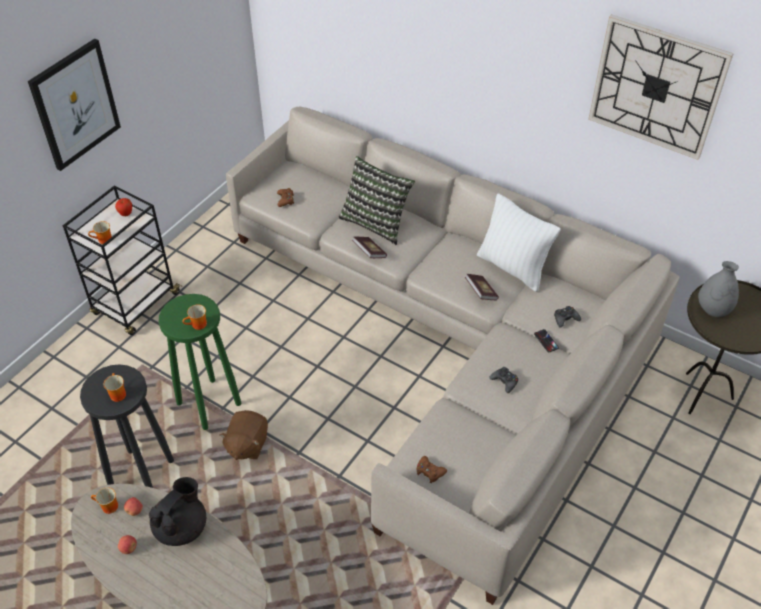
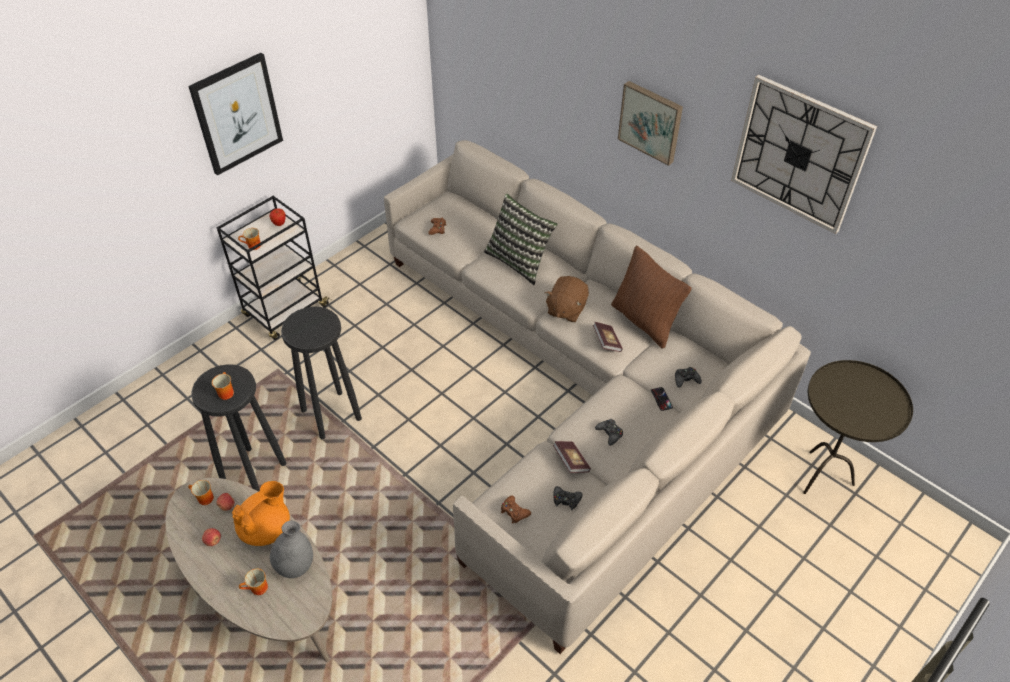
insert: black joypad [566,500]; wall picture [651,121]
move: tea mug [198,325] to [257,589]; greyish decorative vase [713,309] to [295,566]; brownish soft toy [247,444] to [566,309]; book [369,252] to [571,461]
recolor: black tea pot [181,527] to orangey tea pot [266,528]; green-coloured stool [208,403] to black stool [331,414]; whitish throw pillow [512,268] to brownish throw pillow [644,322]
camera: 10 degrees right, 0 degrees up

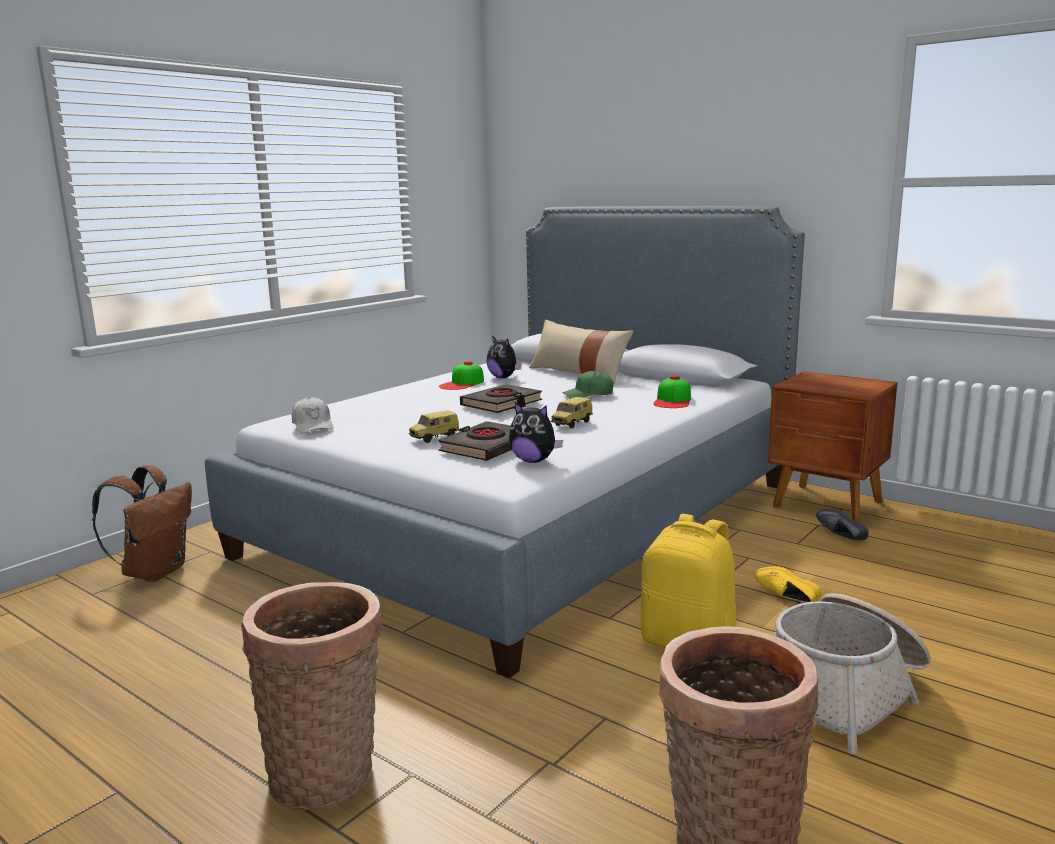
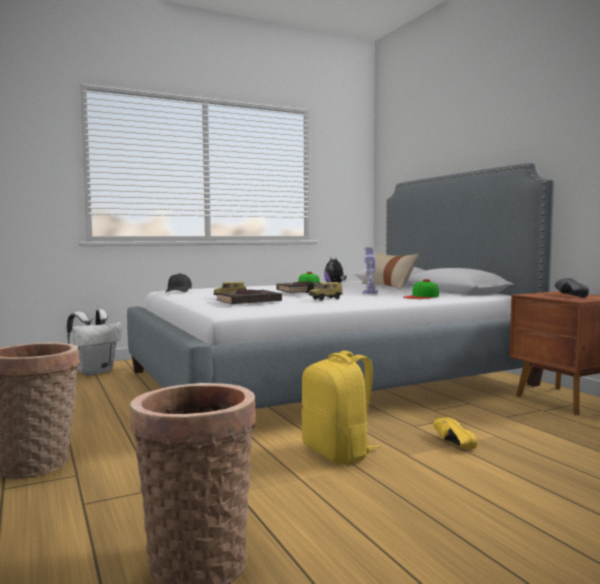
delete: soft toy [534,461]; household basket [842,692]
move: black shoe [837,535] to [567,296]
replace: green-coloured peaked cap [588,395] to toy robot [370,292]
recolor: brownish knapsack [155,571] to whitish knapsack [94,372]; whitish peaked cap [313,426] to black peaked cap [179,291]
camera: 25 degrees right, 10 degrees down

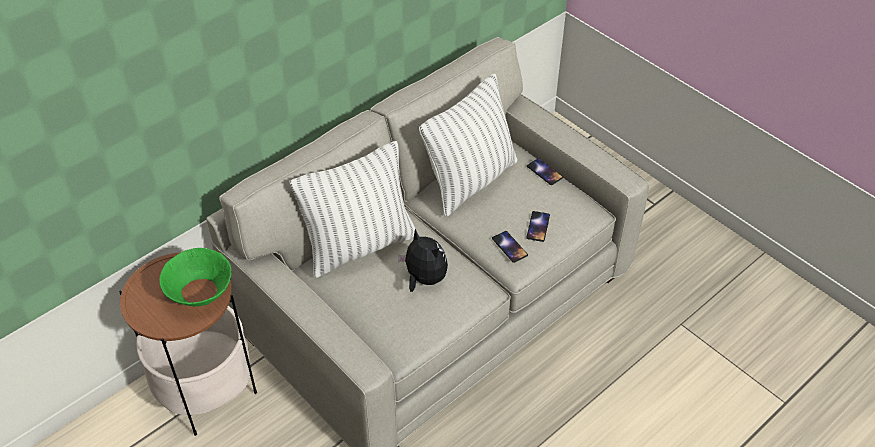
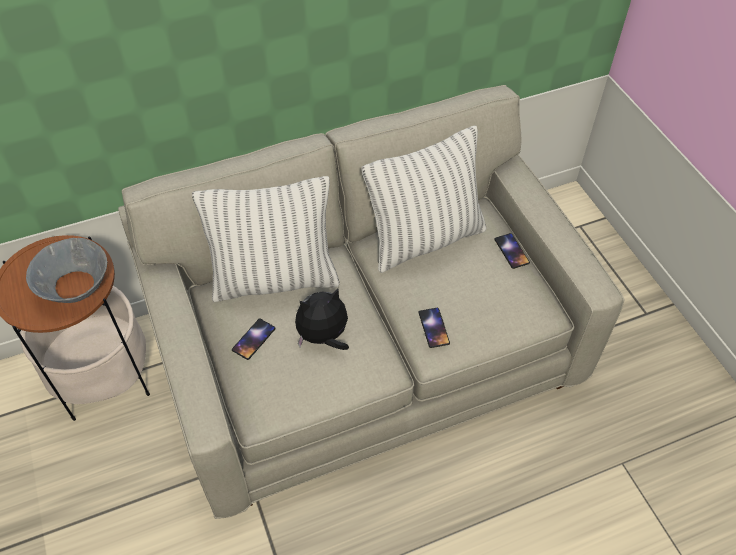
move: handset [538,226] to [254,339]
recolor: green-coloured bowl [200,293] to greyish bowl [75,287]
rotate: soft toy [424,279] = [324,337] 90 degrees counterclockwise
camera: 20 degrees right, 5 degrees up

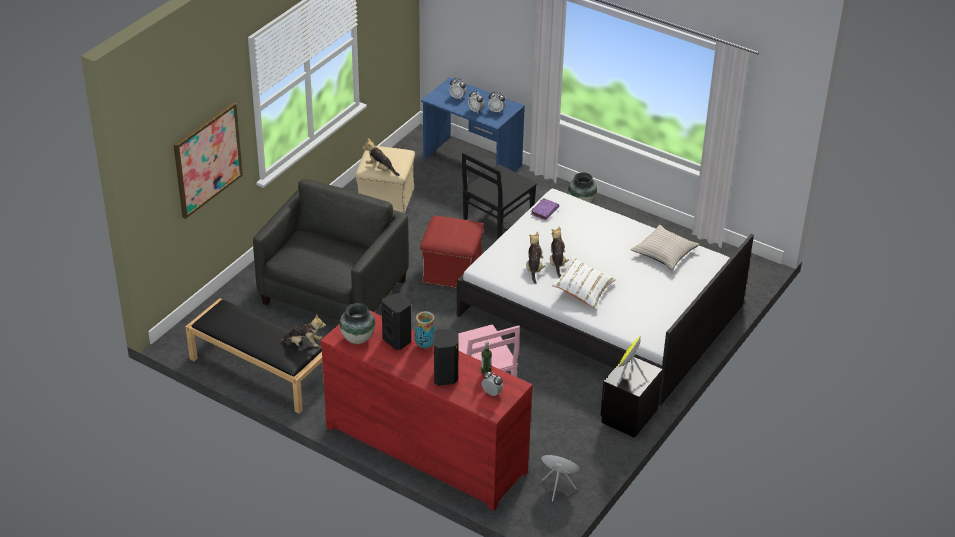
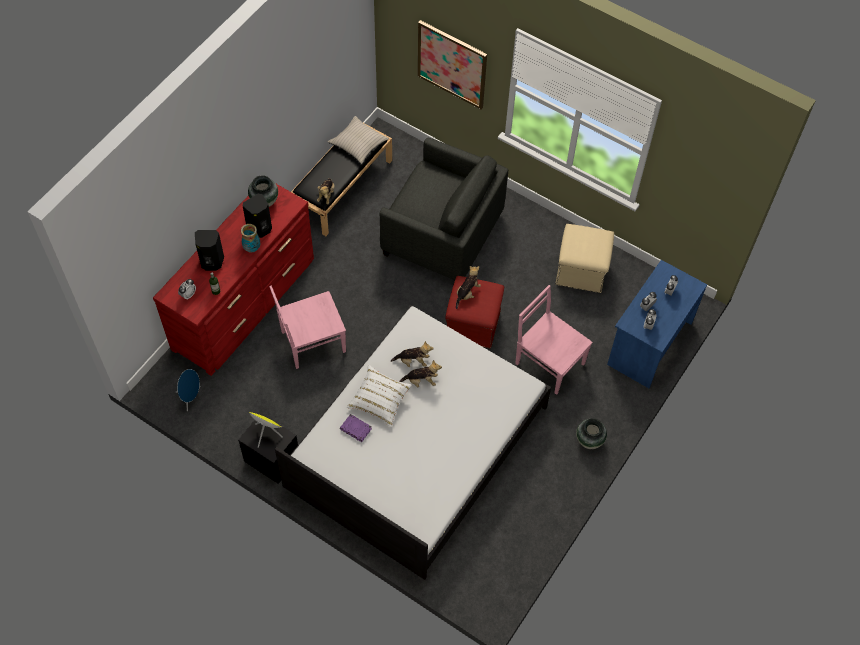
move: beige throw pillow [664,253] to [358,144]; purple book [544,211] to [356,429]; soft toy [381,169] to [467,293]
recolor: black chair [497,223] to pinkish chair [548,362]
camera: 90 degrees right, 20 degrees up

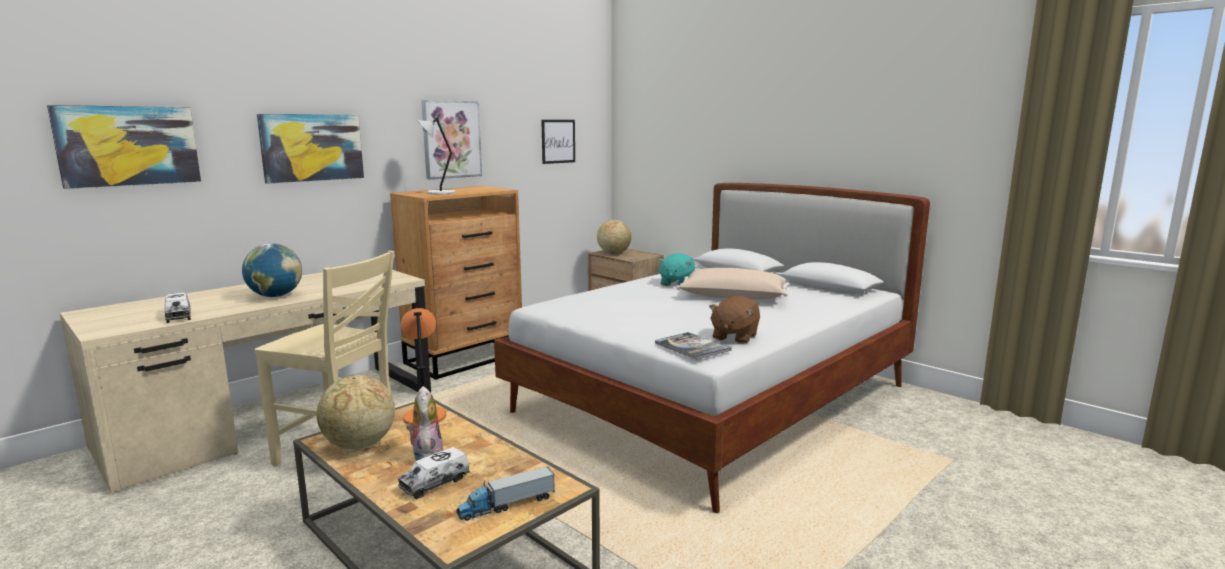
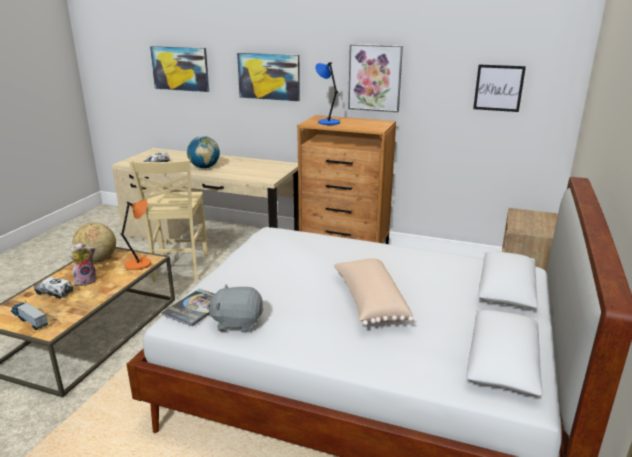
delete: world globe [613,253]; turquoise-coloured soft toy [676,283]
recolor: brownish soft toy [734,337] to greyish soft toy [237,322]; greyish tabletop lamp [439,193] to blue tabletop lamp [328,122]
camera: 65 degrees right, 10 degrees up

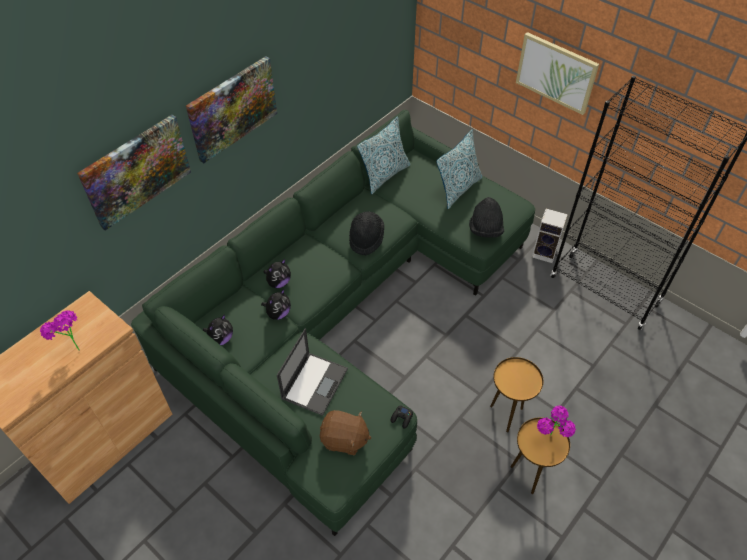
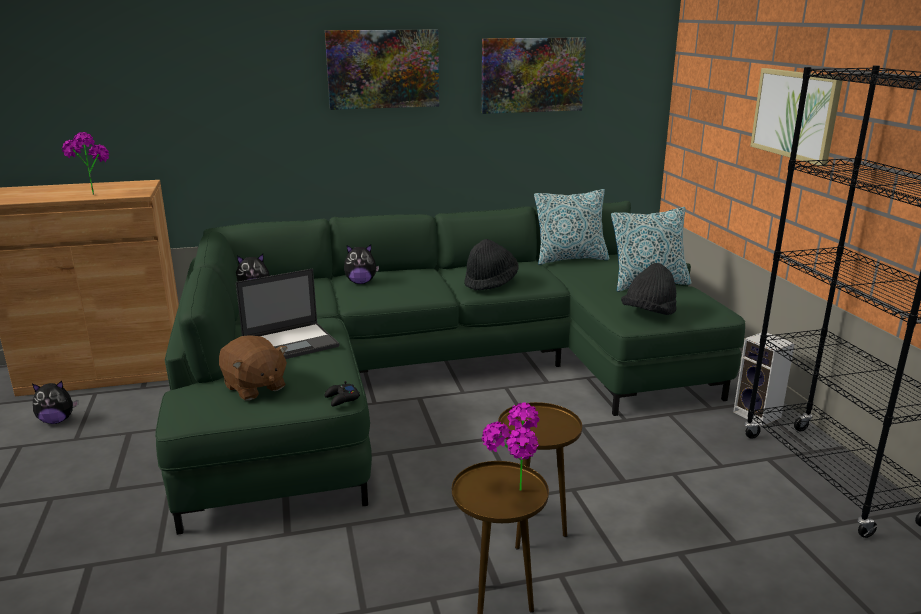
move: soft toy [278,313] to [57,420]; wall picture [136,171] to [532,75]
camera: 35 degrees right, 30 degrees down

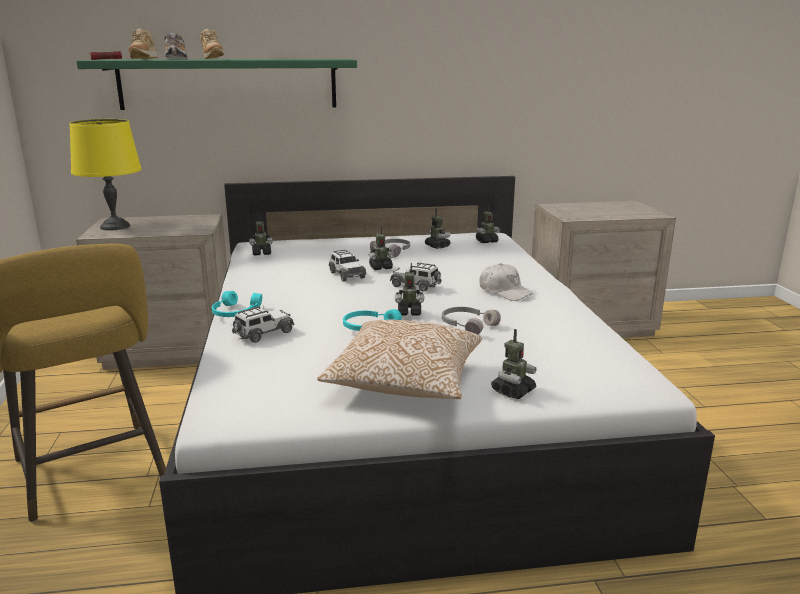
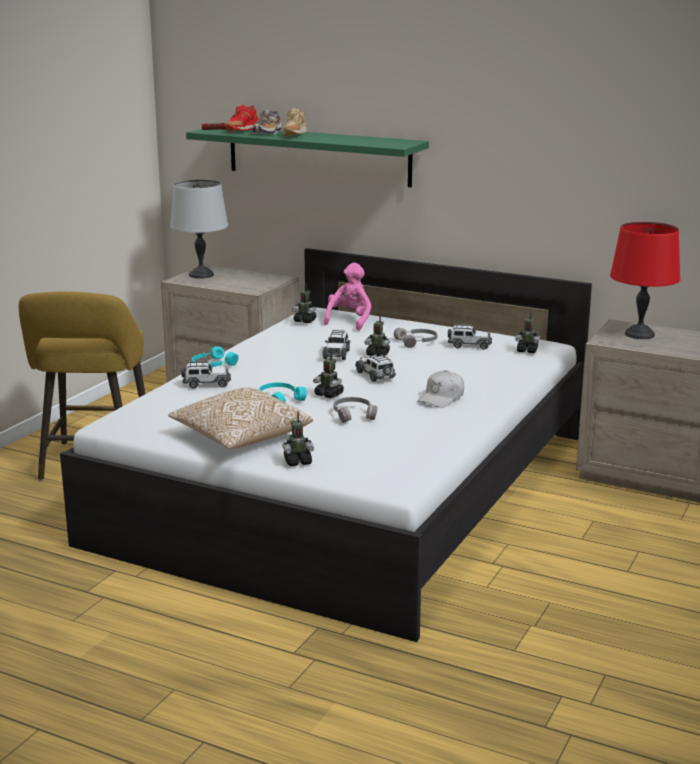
insert: pinkish soft toy [349,321]; red-coloured tabletop lamp [639,334]
replace: toy robot [437,246] to toy car [469,345]
recolor: yellow tabletop lamp [116,226] to greyish tabletop lamp [202,275]; beige shoe [143,59] to red-coloured shoe [241,132]
rotate: whitish peaked cap [505,291] = [441,398] 45 degrees clockwise
camera: 35 degrees right, 0 degrees up

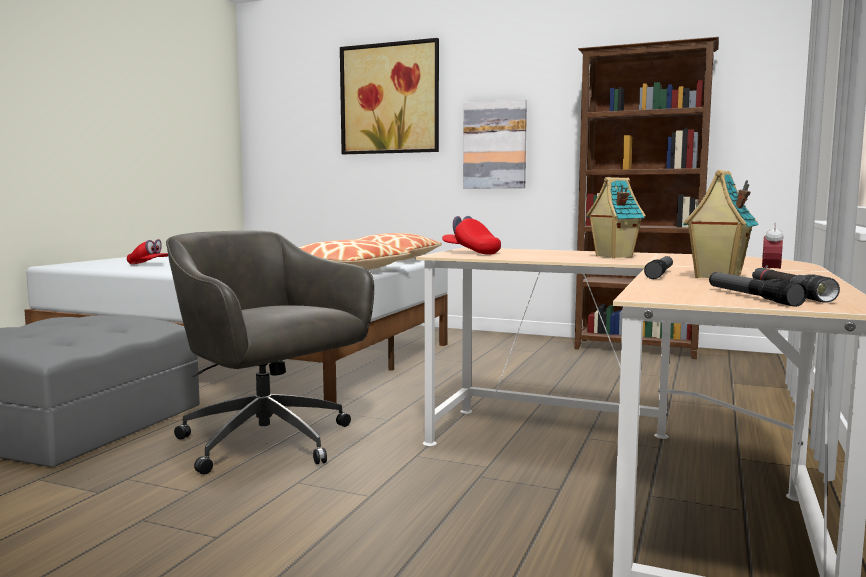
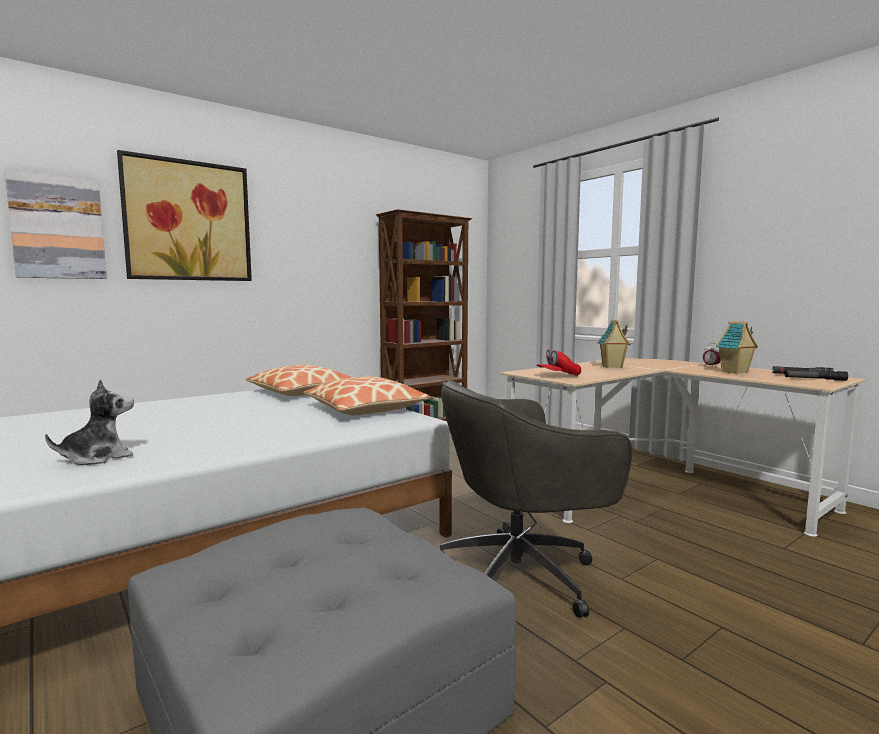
delete: torch [660,274]
move: wall picture [495,145] to [58,228]
replace: red-coloured peaked cap [148,264] to soft toy [98,458]
camera: 60 degrees left, 0 degrees up

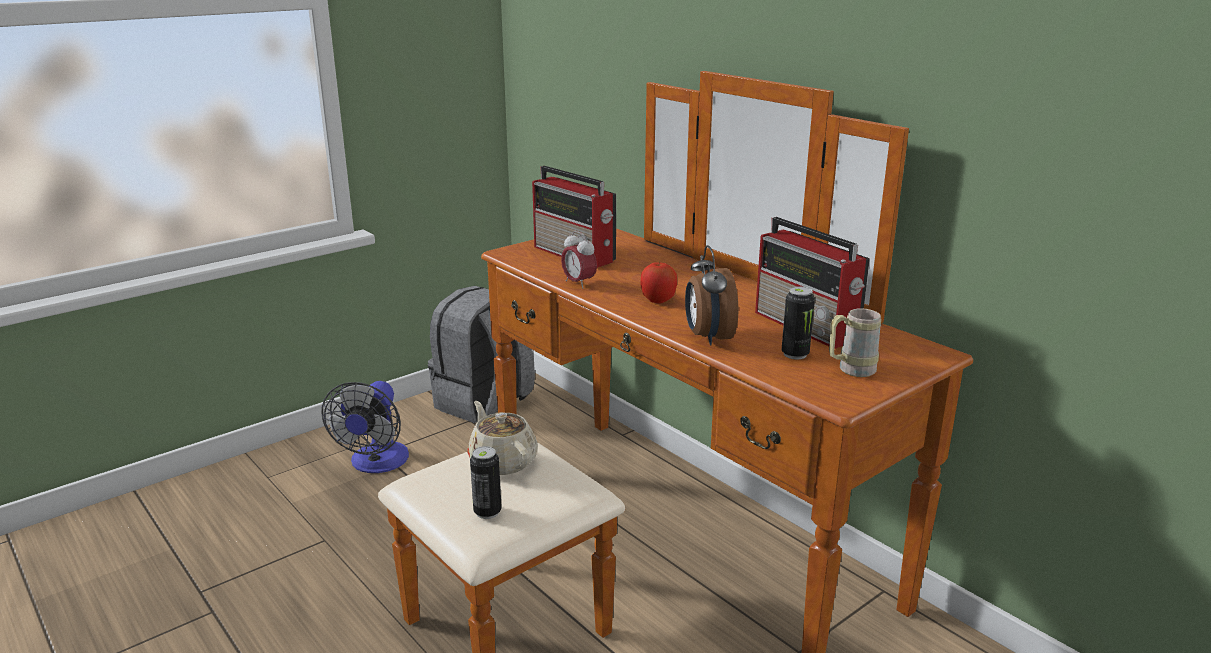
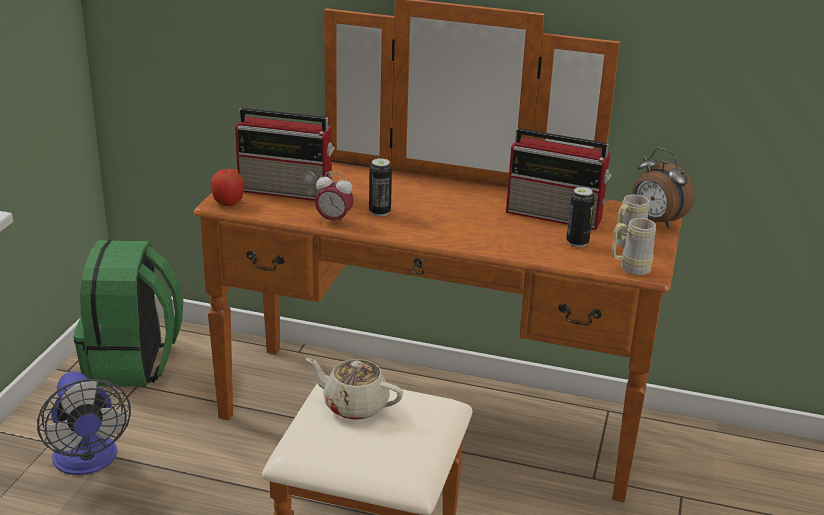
insert: beige tea mug [629,269]
move: apple fruit [658,300] to [228,202]; can [487,512] to [379,212]; alarm clock [708,337] to [656,221]
recolor: greyish knapsack [484,403] to green-coloured knapsack [133,363]
camera: 35 degrees left, 5 degrees up

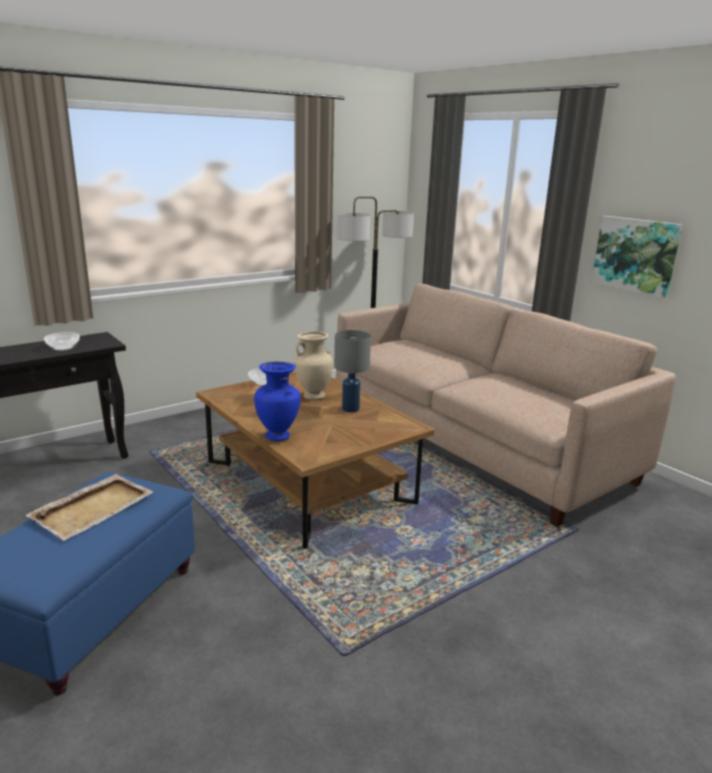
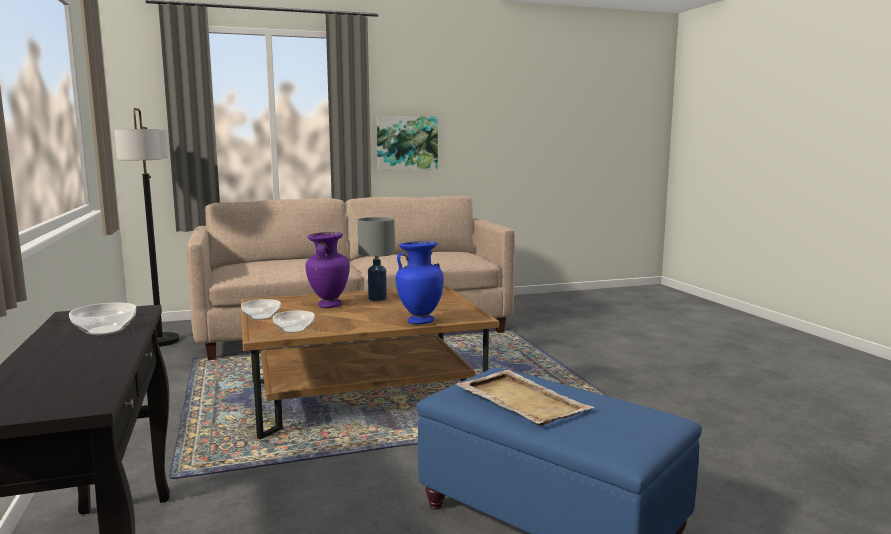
insert: bowl [293,329]
recolor: beige decorative vase [313,396] to purple decorative vase [328,305]
camera: 70 degrees left, 10 degrees down

